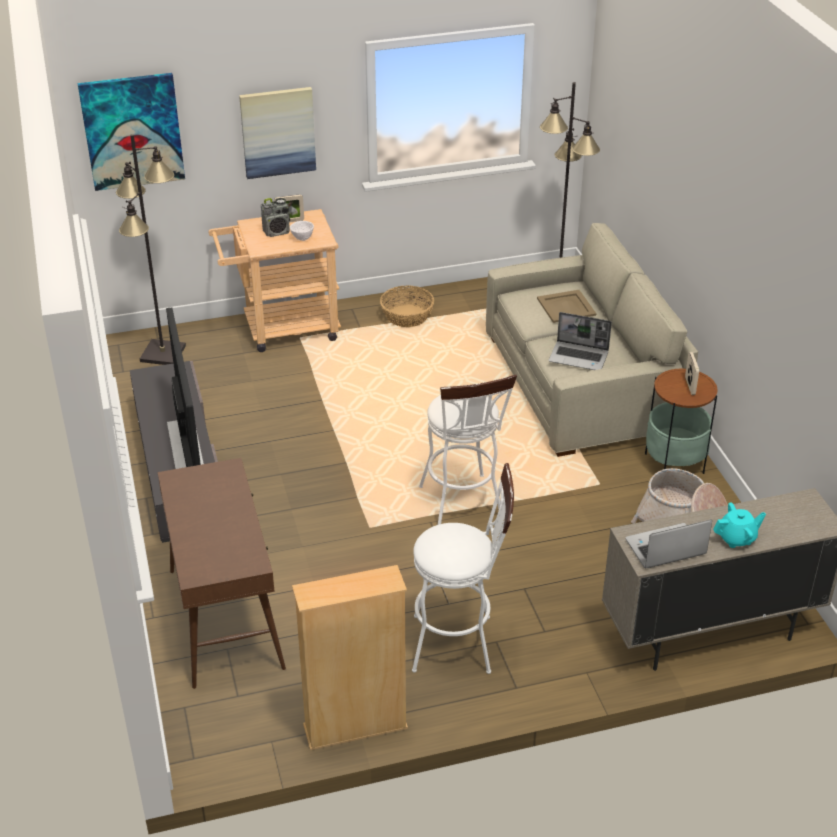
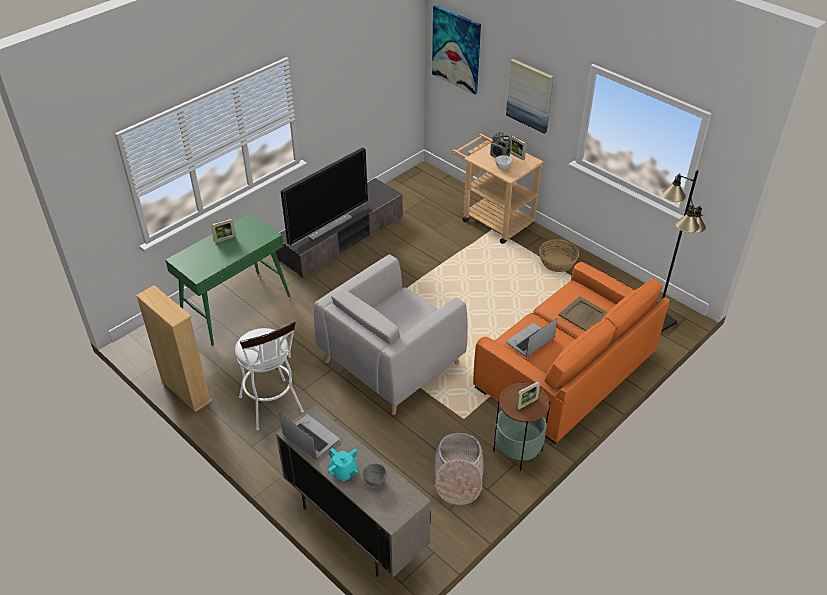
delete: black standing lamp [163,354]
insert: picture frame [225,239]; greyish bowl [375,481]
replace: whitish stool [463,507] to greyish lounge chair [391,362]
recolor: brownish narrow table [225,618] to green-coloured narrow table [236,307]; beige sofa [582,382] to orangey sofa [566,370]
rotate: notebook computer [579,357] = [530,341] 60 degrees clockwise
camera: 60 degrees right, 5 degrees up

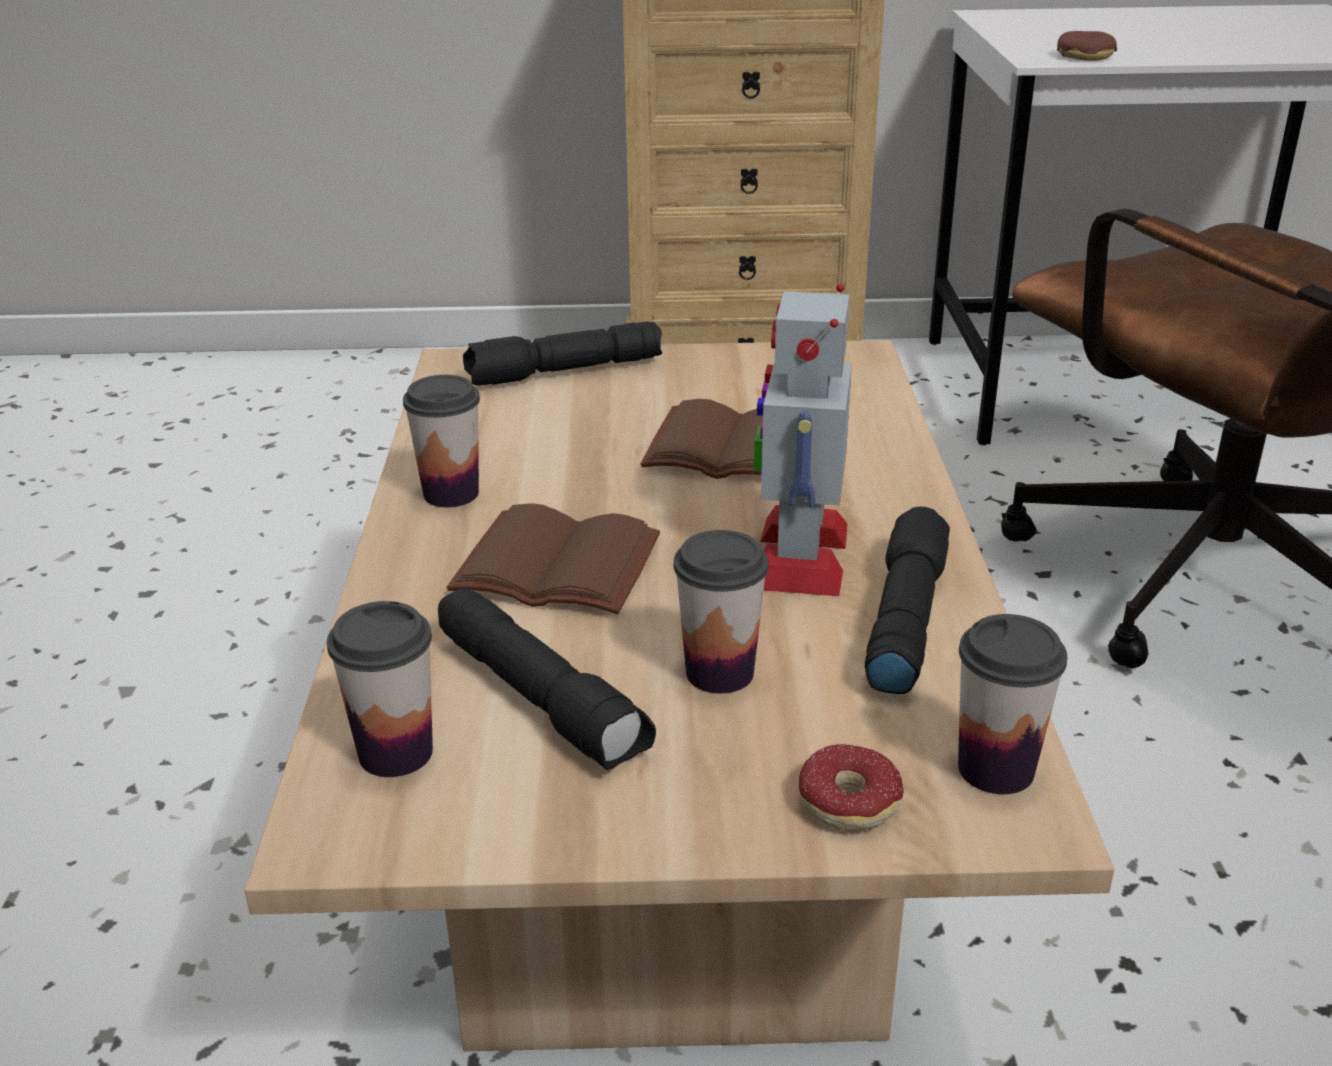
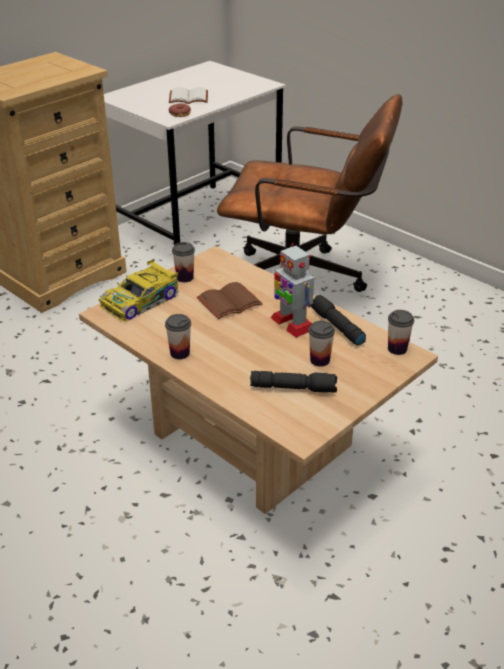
delete: brownish book [552,569]; donut [830,804]
insert: whitish book [189,97]
move: drinking cup [395,753] to [185,277]
replace: black torch [564,373] to toy car [141,300]
camera: 45 degrees left, 5 degrees up

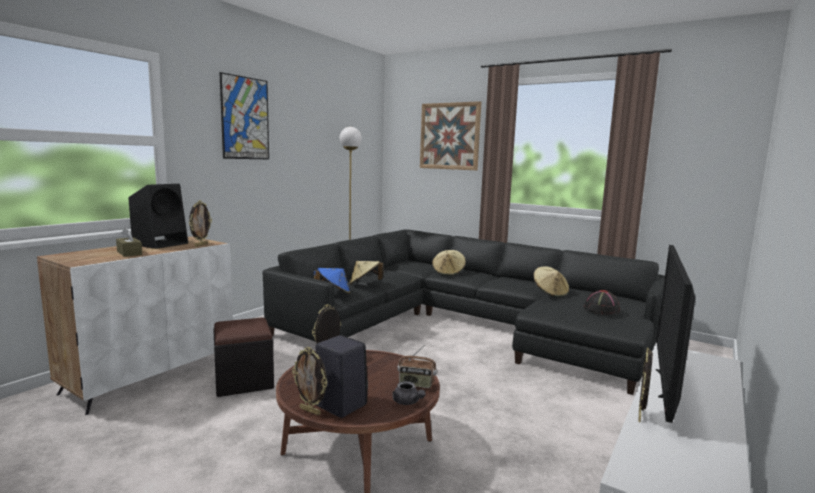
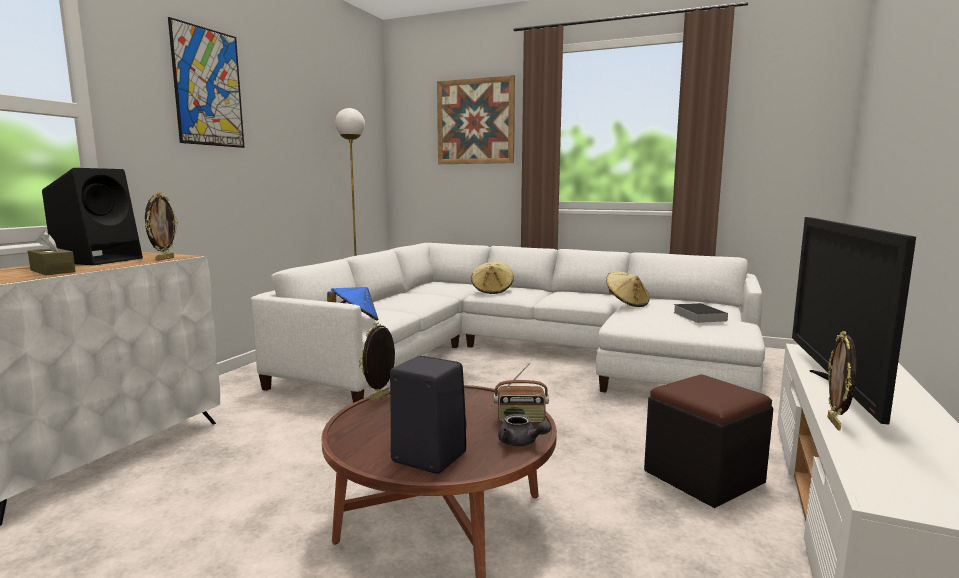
delete: picture frame [310,411]; beige clothing hat [365,284]
move: black footrest [244,381] to [703,477]
replace: black clothing hat [601,310] to book [697,316]
recolor: black sofa [464,325] to whitish sofa [520,355]
camera: 10 degrees left, 0 degrees up

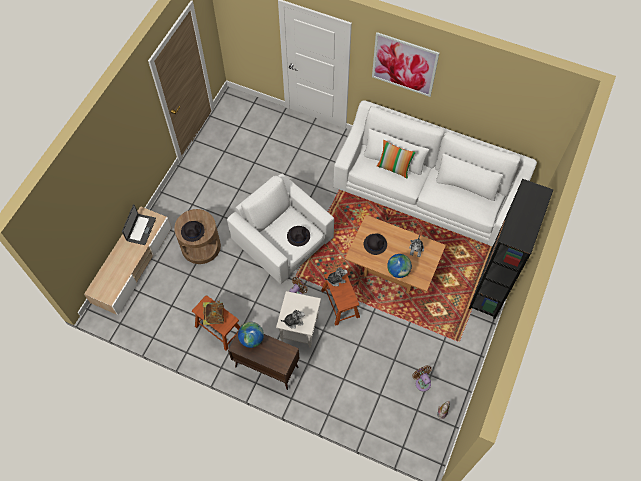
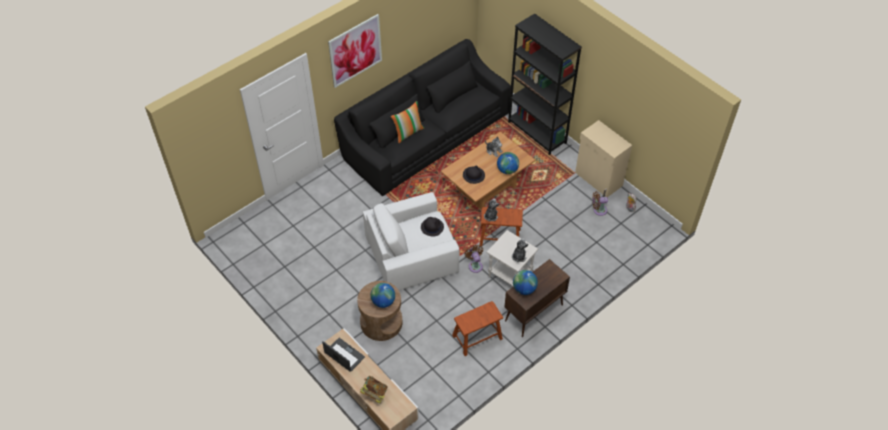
insert: beige storage cabinet [598,179]
move: book [214,316] to [374,393]
replace: black clothing hat [193,231] to world globe [383,302]
recolor: whitish sofa [427,191] to black sofa [426,136]
camera: 65 degrees left, 10 degrees down

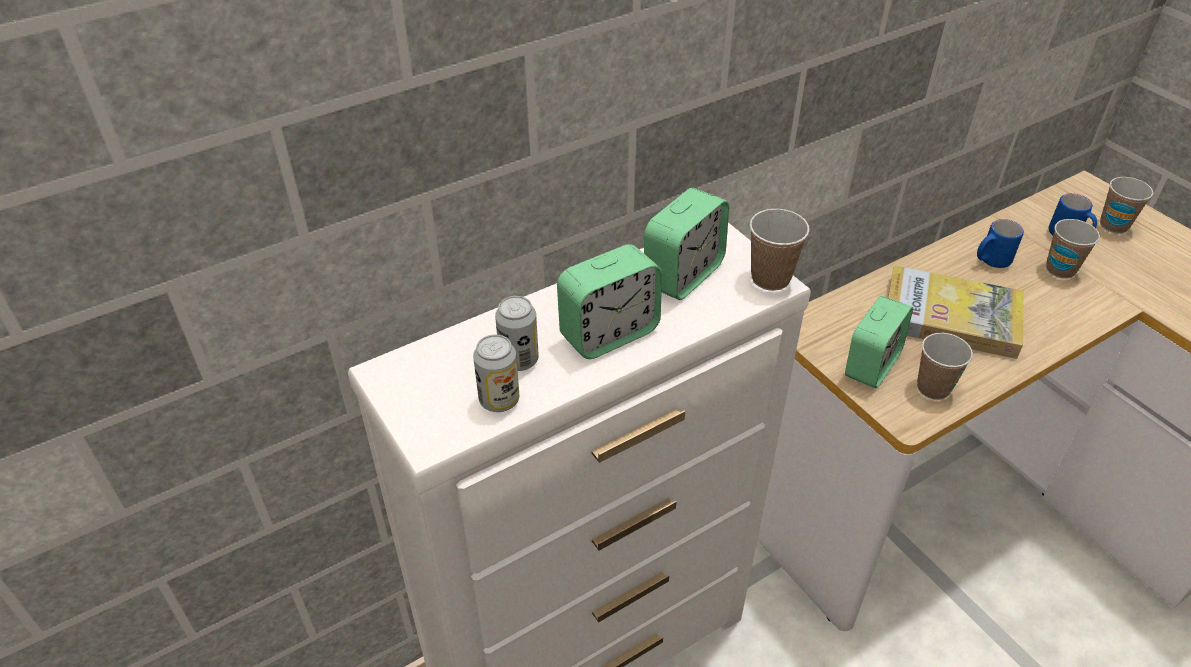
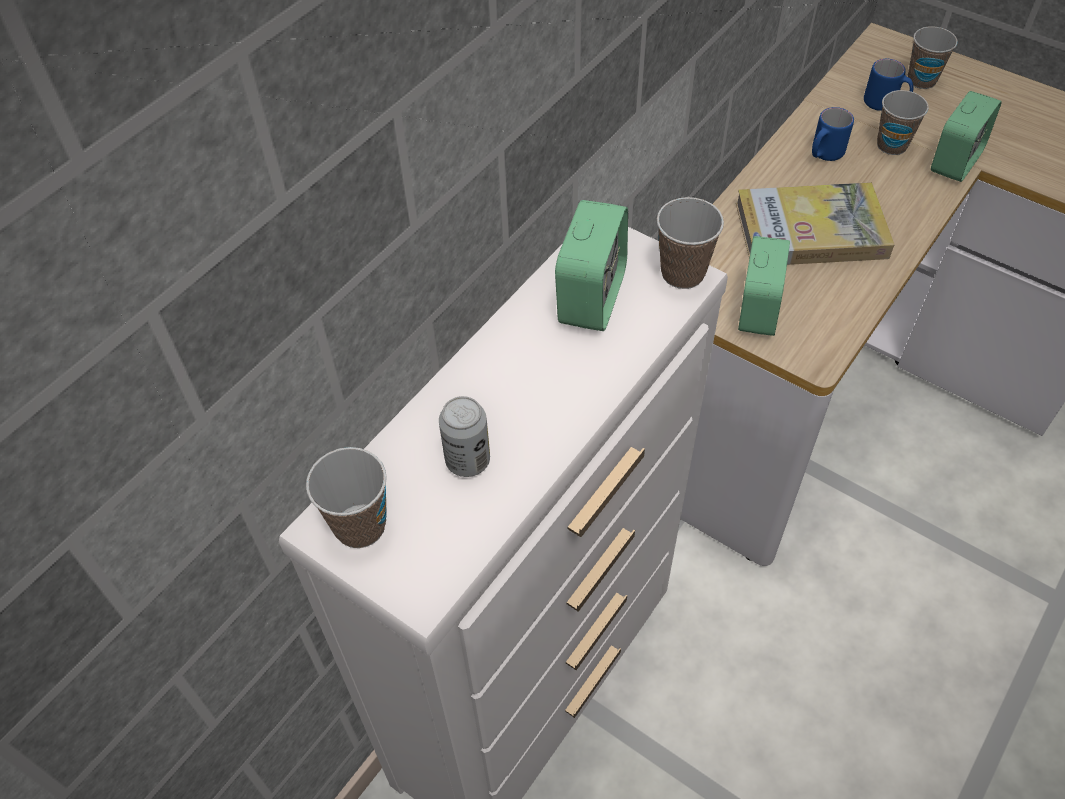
delete: can [499,400]
move: drinking cup [933,388] to [360,526]; alarm clock [609,333] to [955,161]
camera: 20 degrees left, 10 degrees up

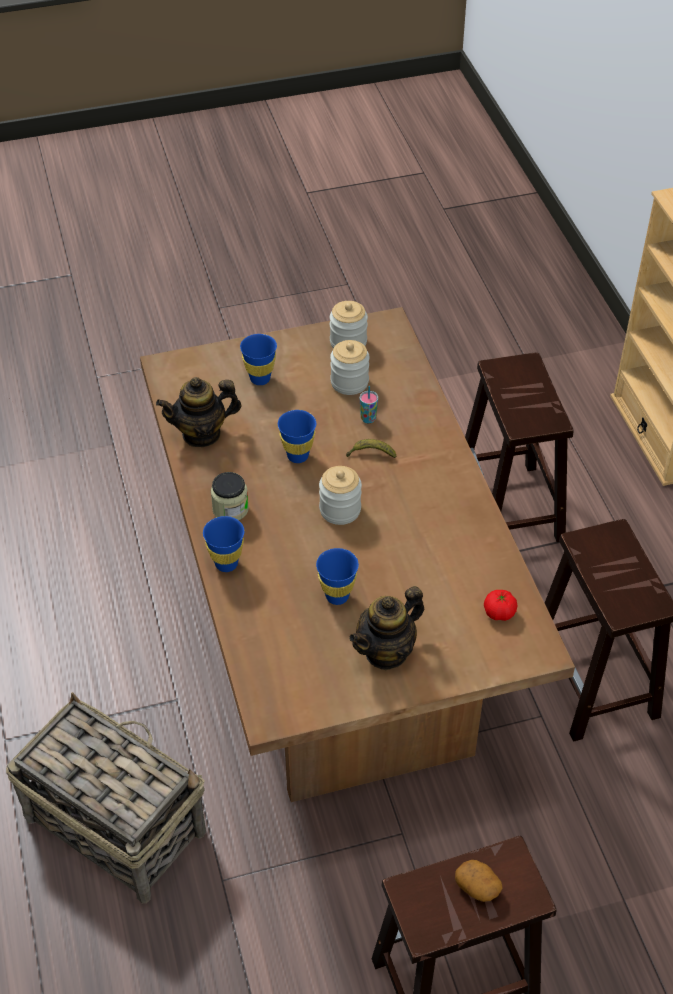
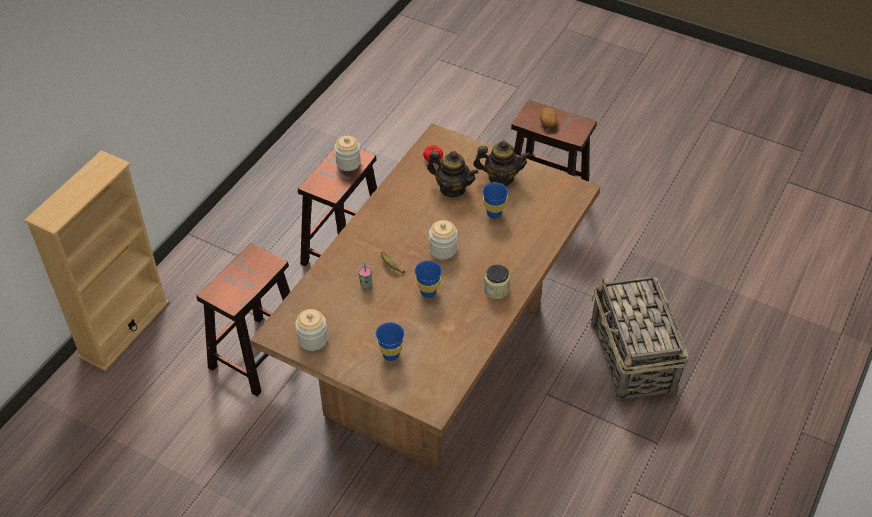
delete: blue drinking cup [226,564]
move: storage jar [349,382] to [348,163]; tea pot [201,434] to [452,189]
camera: 135 degrees left, 0 degrees up

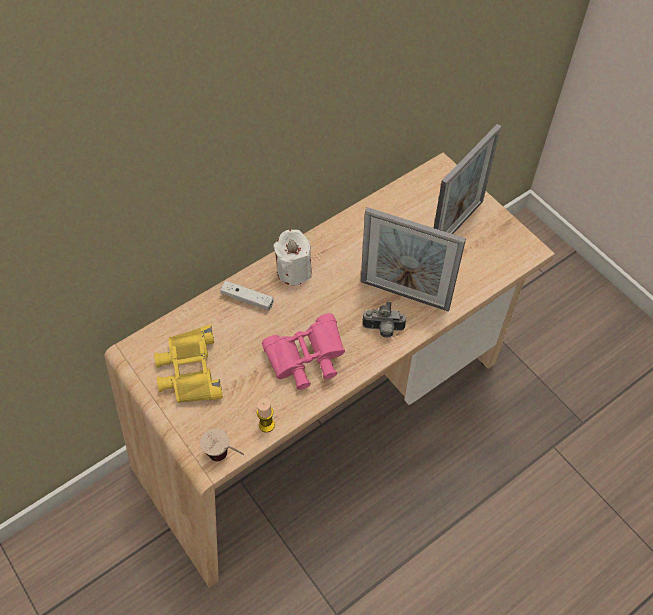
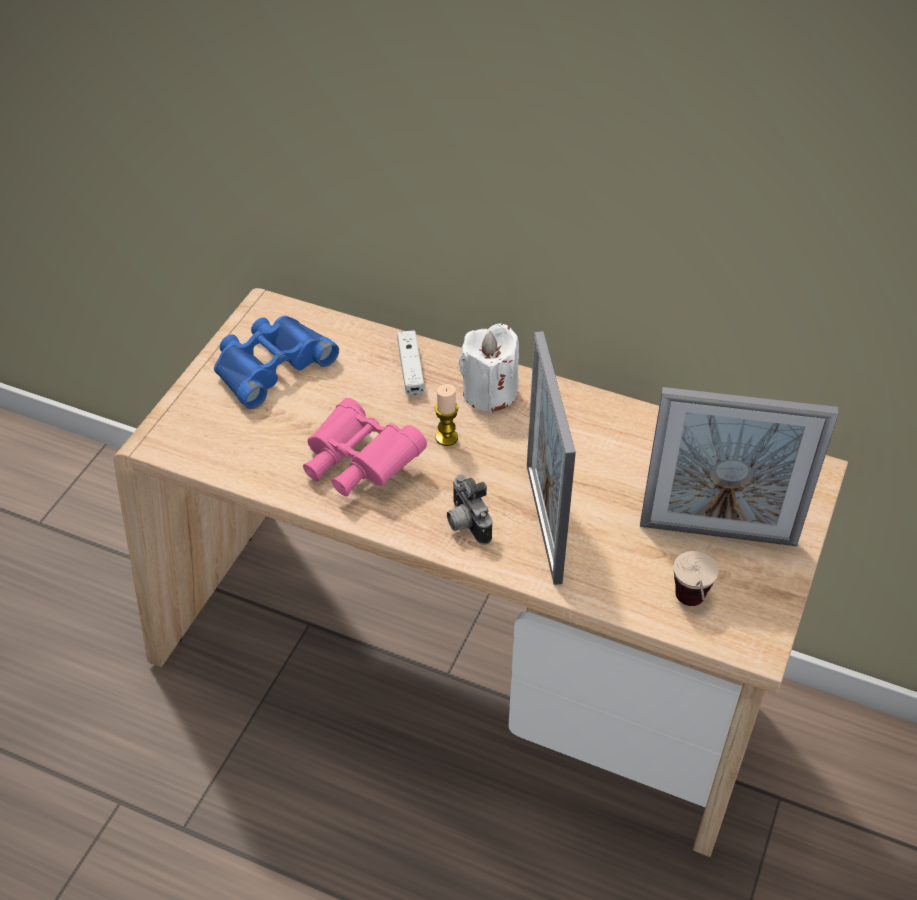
move: wax candle [266,425] to [446,437]; drinking cup [227,459] to [690,609]
recolor: yellow binoculars [189,370] to blue binoculars [270,365]
camera: 60 degrees right, 10 degrees down

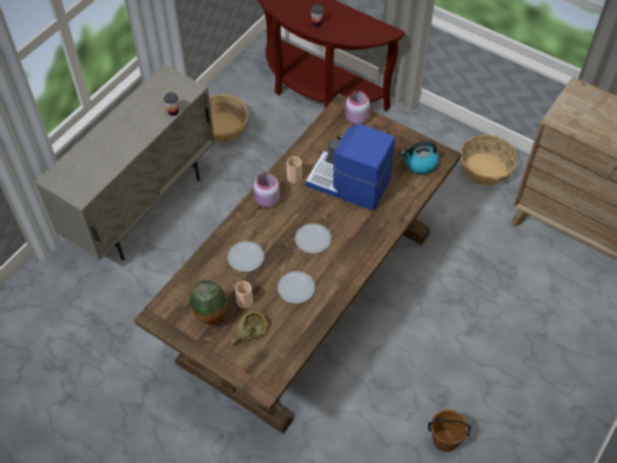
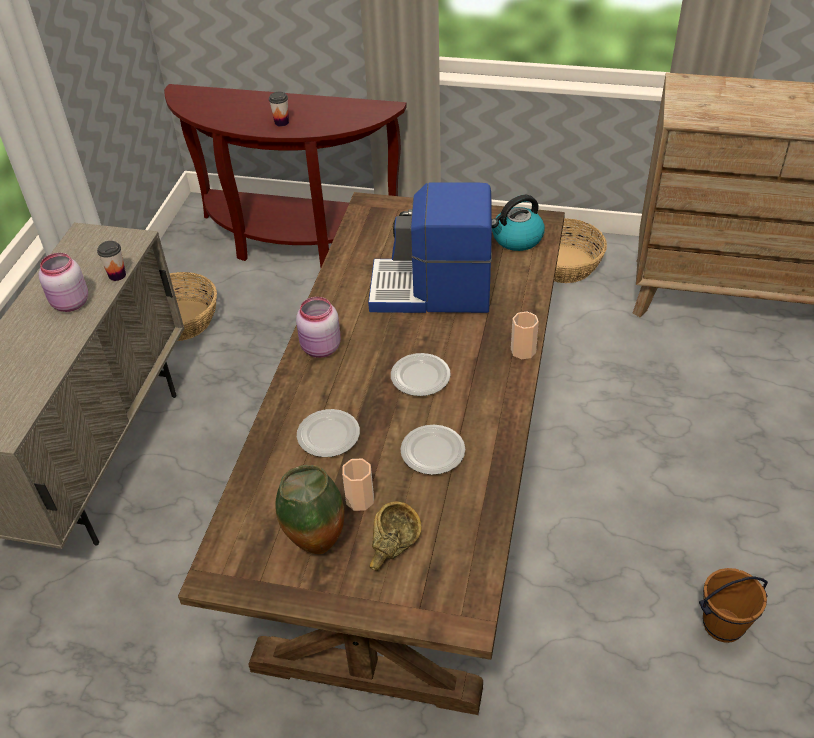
move: pinkish storage jar [356,119] to [70,304]; drinking cup [294,177] to [523,351]
camera: 20 degrees left, 10 degrees down

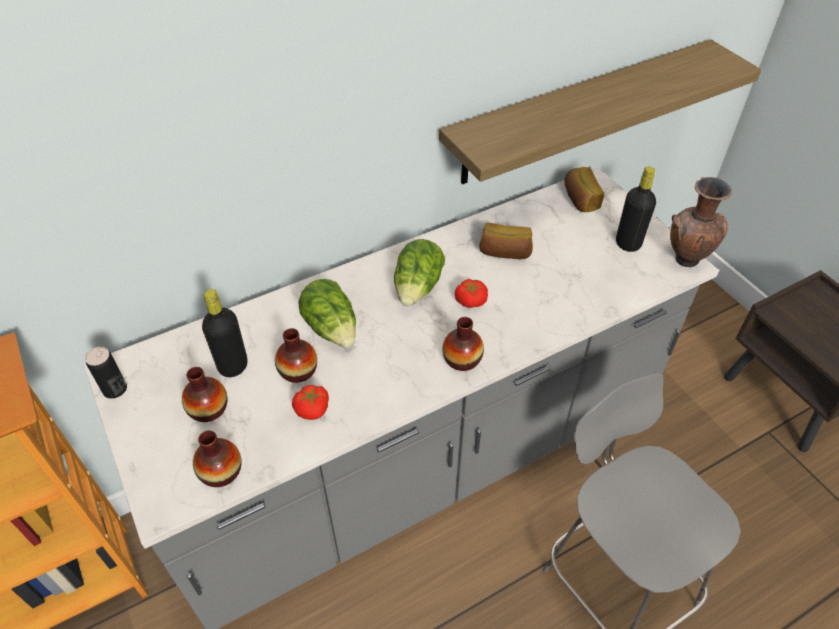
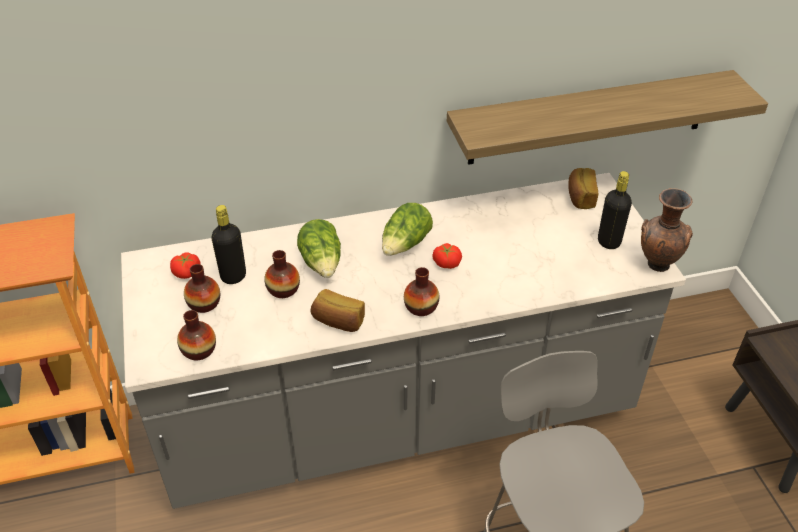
delete: can [115,389]
move: fresh tomato [313,409] to [187,273]; baked bread [505,252] to [338,321]
camera: 15 degrees right, 5 degrees down

